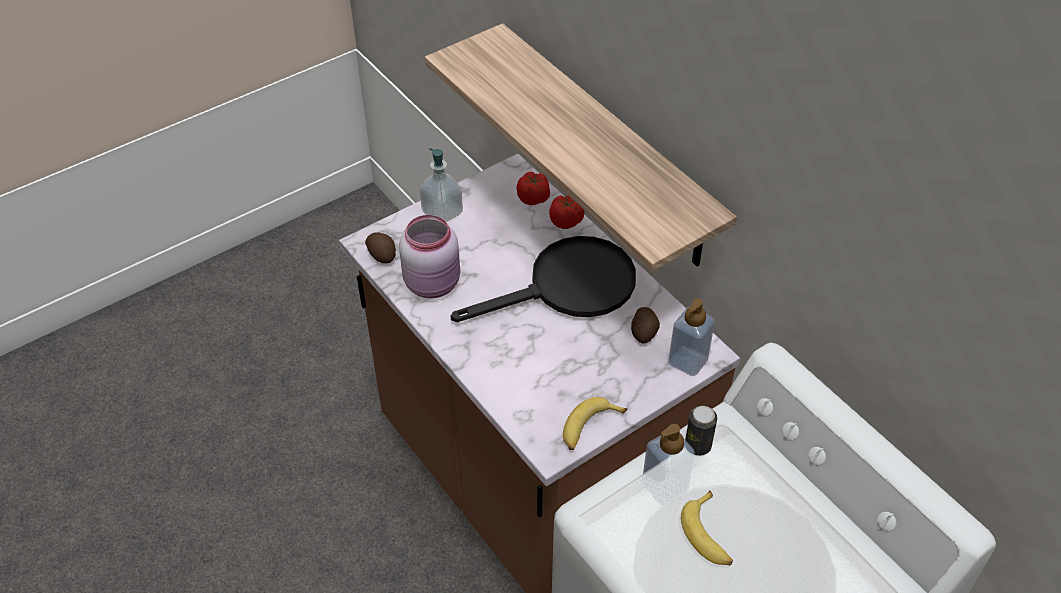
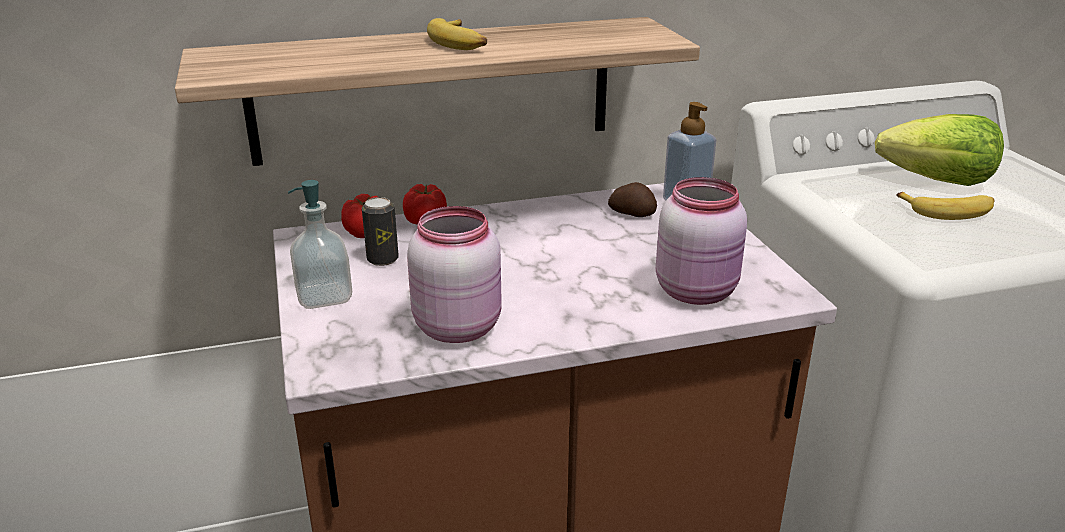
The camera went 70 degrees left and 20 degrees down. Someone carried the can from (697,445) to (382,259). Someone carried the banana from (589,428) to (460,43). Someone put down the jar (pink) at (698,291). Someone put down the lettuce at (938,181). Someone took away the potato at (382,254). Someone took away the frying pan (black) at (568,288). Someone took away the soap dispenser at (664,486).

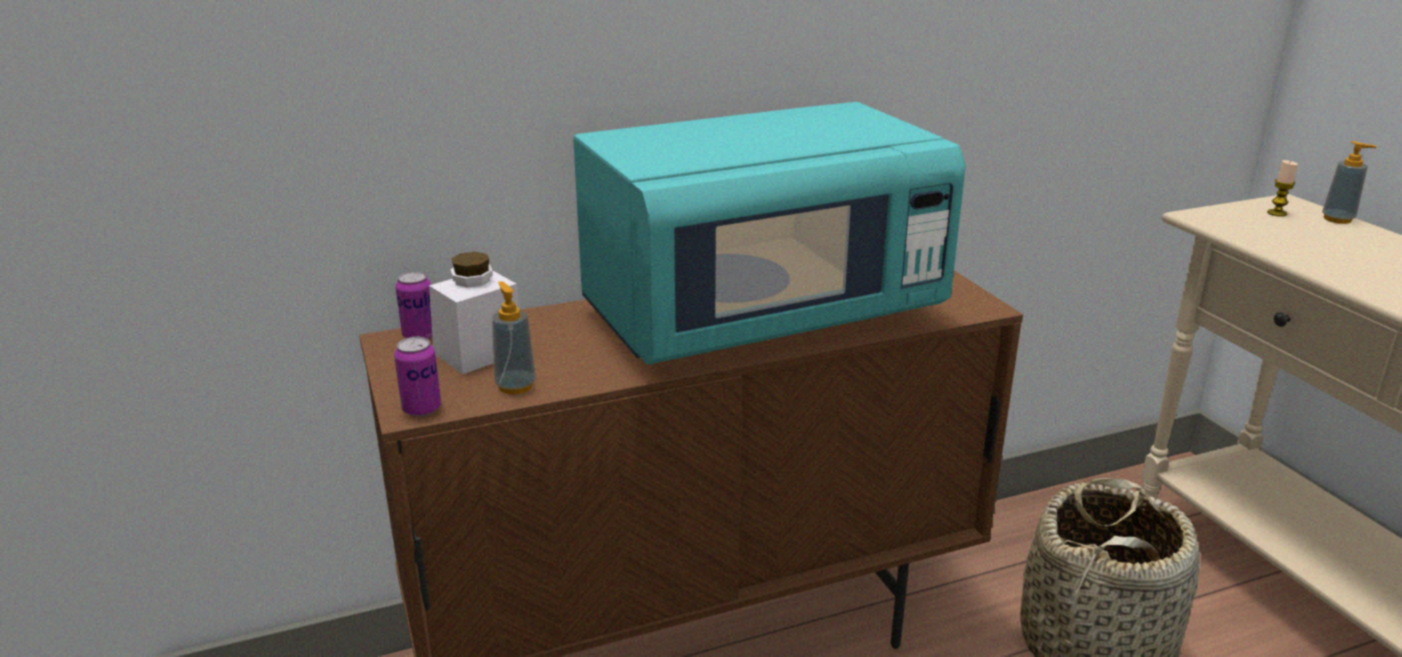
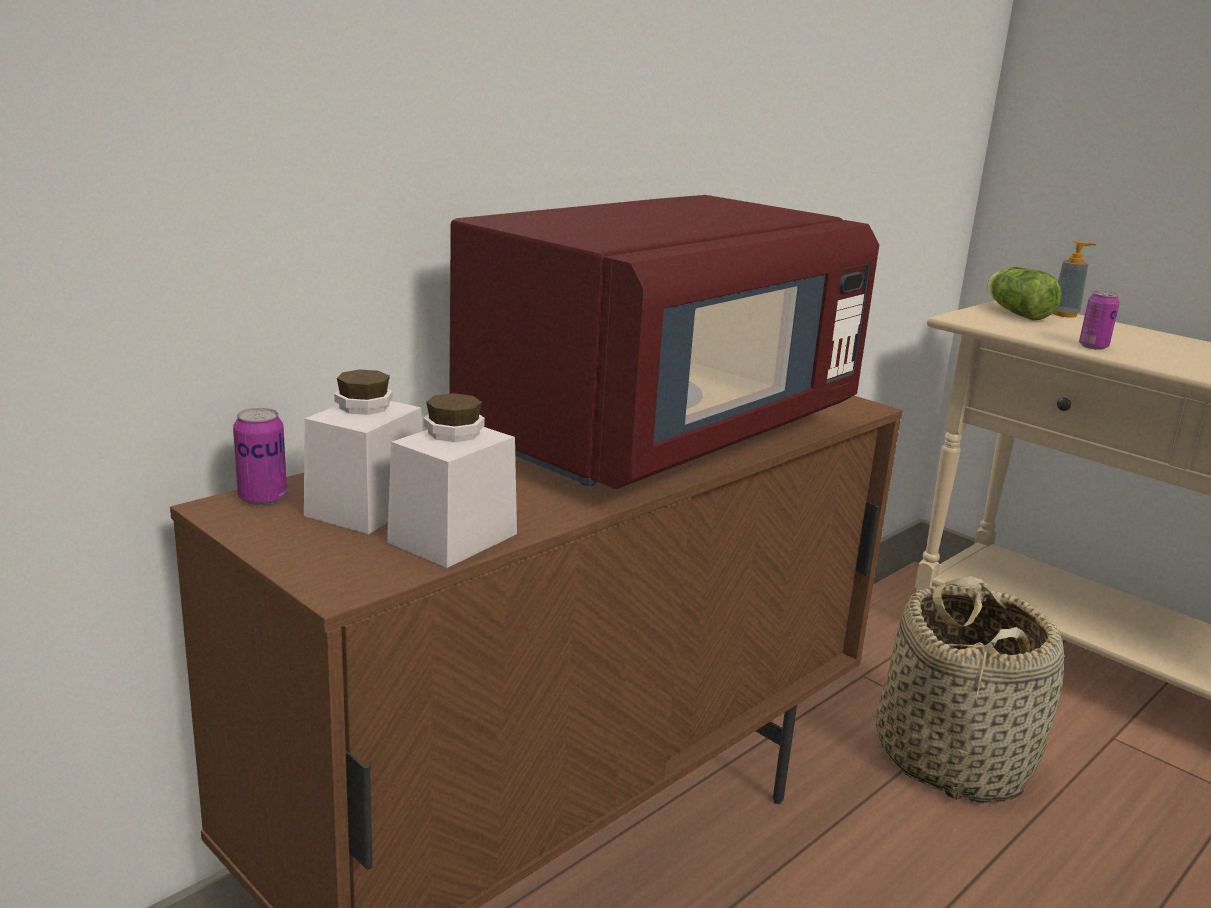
The camera went 25 degrees left and 5 degrees down. Someone swapped the soap dispenser at (515,386) for the jar (white) at (453,538). Someone repainted the microwave (turquoise) at (760,316), which became the microwave (red) at (659,435). Someone swapped the candle at (1277,213) for the lettuce at (1015,312). Someone carried the can from (422,409) to (1093,346).

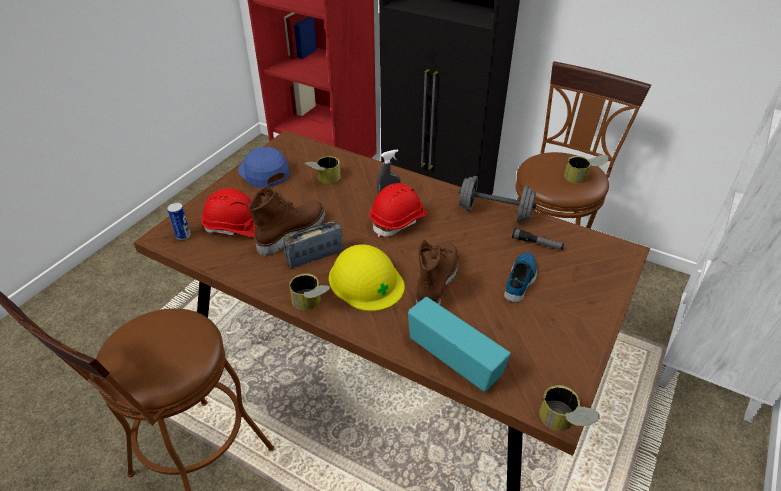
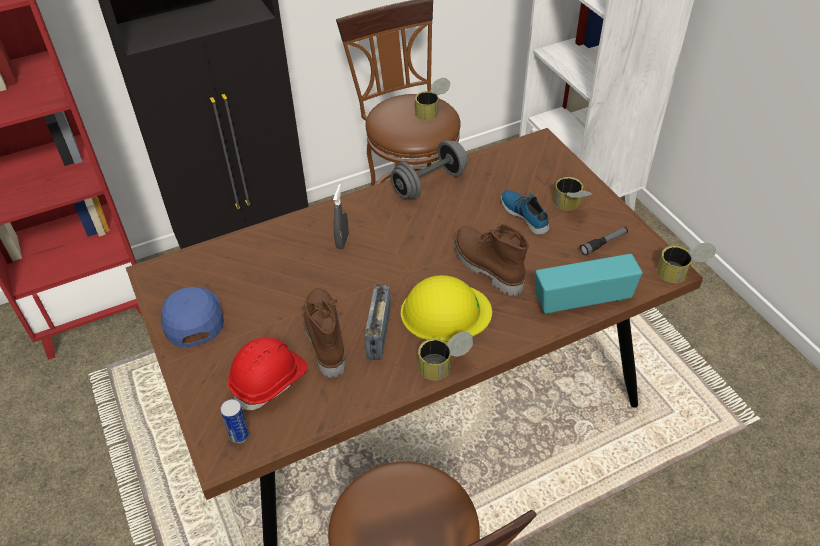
The camera went 55 degrees left and 5 degrees up. Someone rotated the cap (blue) at (264,172) by 75 degrees clockwise. Someone carried the can from (324,180) to (570,207). Someone carried the flashlight from (537,243) to (603,244). Someone took away the hard hat (red) at (398,221).

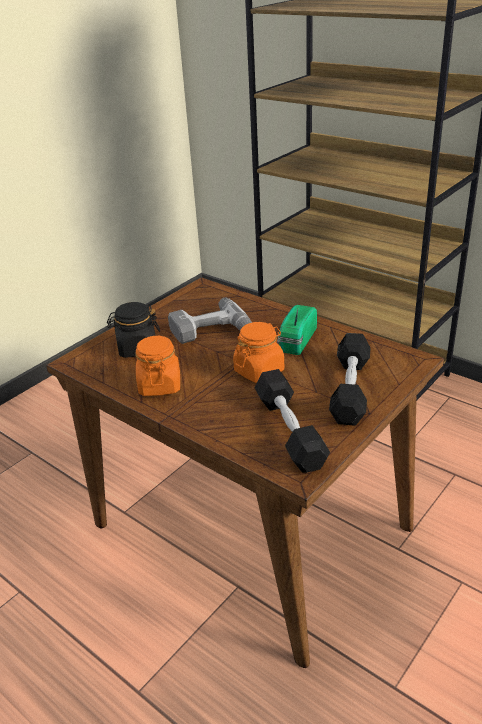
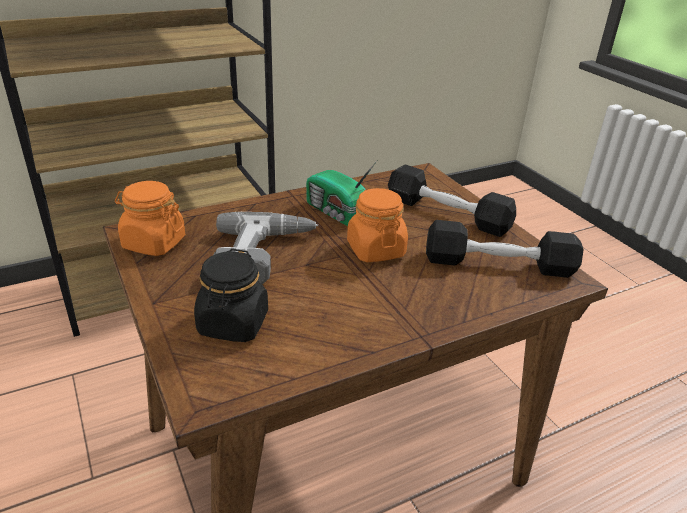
The camera went 70 degrees left and 0 degrees up. Someone carried the jar (orange) from (160,385) to (153,243).

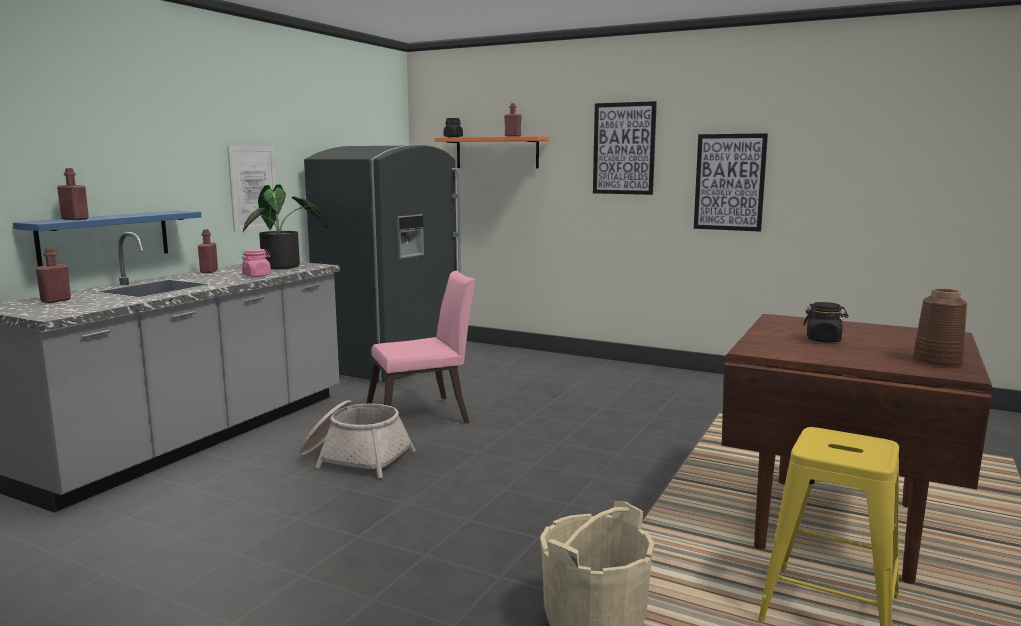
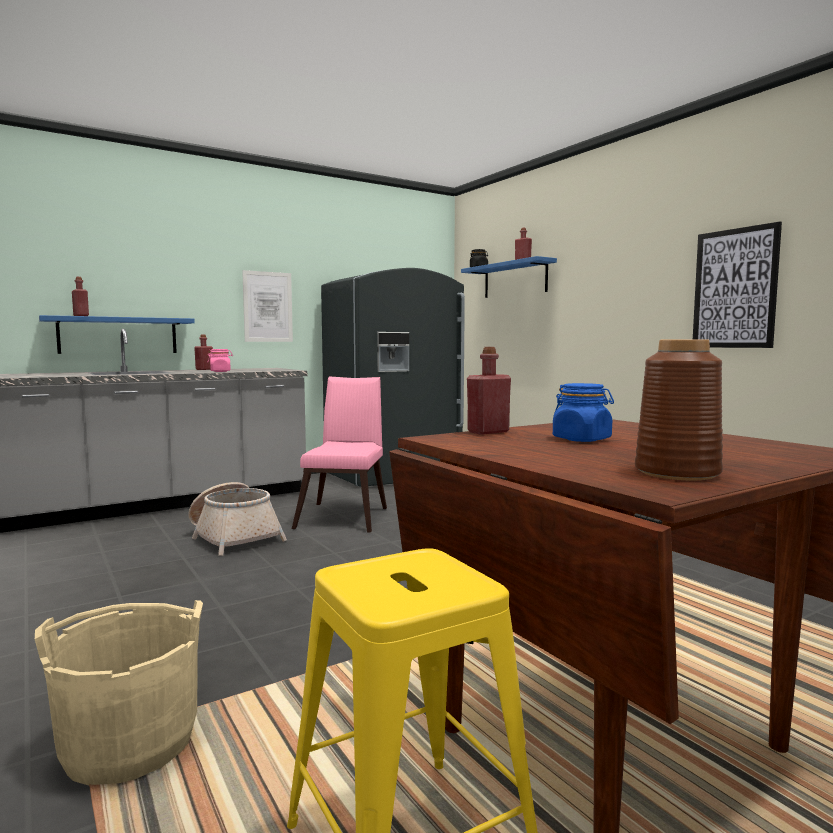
The camera went 30 degrees right and 5 degrees down. Someone rotated the chair (pink) at (424,416) by 90 degrees counterclockwise. Someone repainted the shelf (orange) at (497,152), which became the shelf (blue) at (515,279). Someone carried the bottle (red) from (56,300) to (488,432). Someone repainted the jar (black) at (823,339), which became the jar (blue) at (582,439). Someone took away the potted plant at (285,267). Someone took away the picture at (624,148).

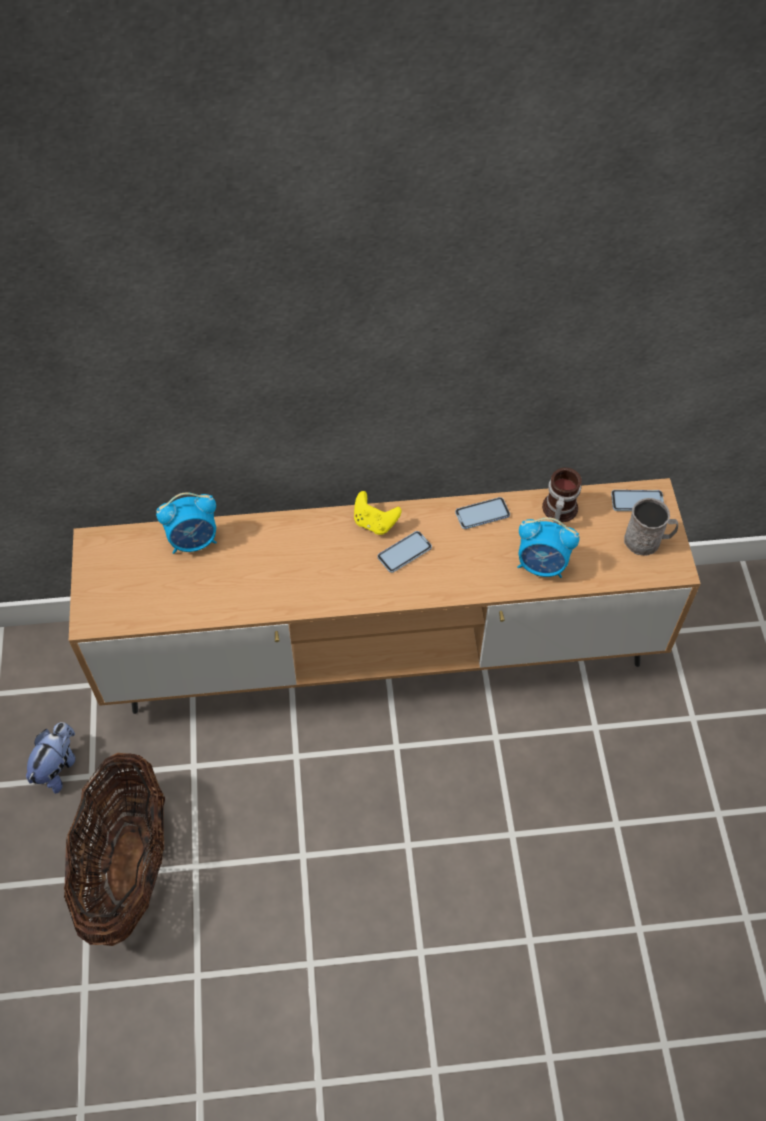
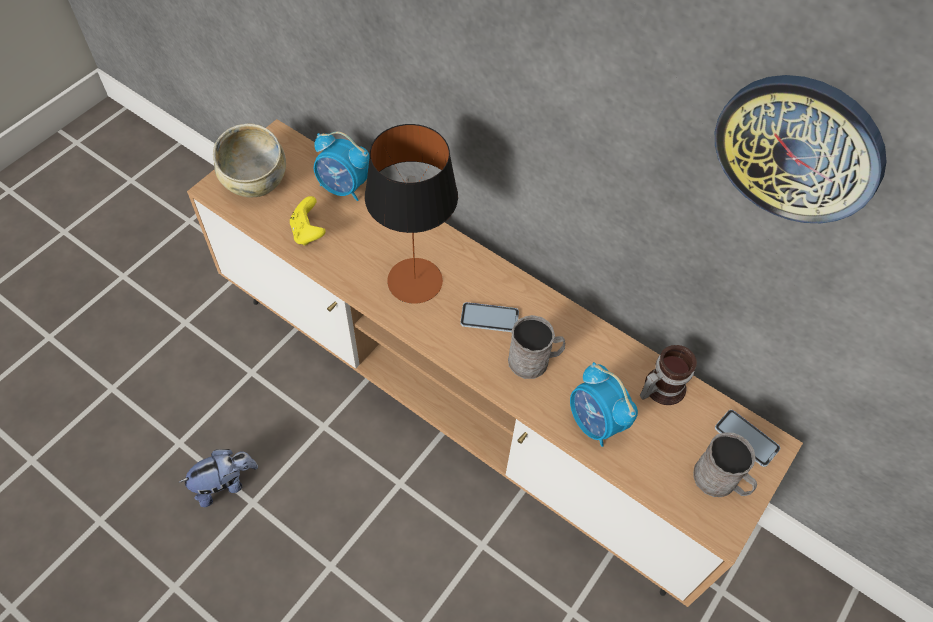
The camera went 40 degrees right and 0 degrees up. Someone carried the plush toy from (58,766) to (225,484). Someone put down the bowl (beige) at (255,182). Someone carried the game controller (yellow) from (375,523) to (308,232). Someone put down the table lamp at (414,281). Someone put down the mug (grey) at (534,361). Someone put up the wall clock at (798,149). Someone took away the basket at (127,866). Someone took away the phone at (482,514).

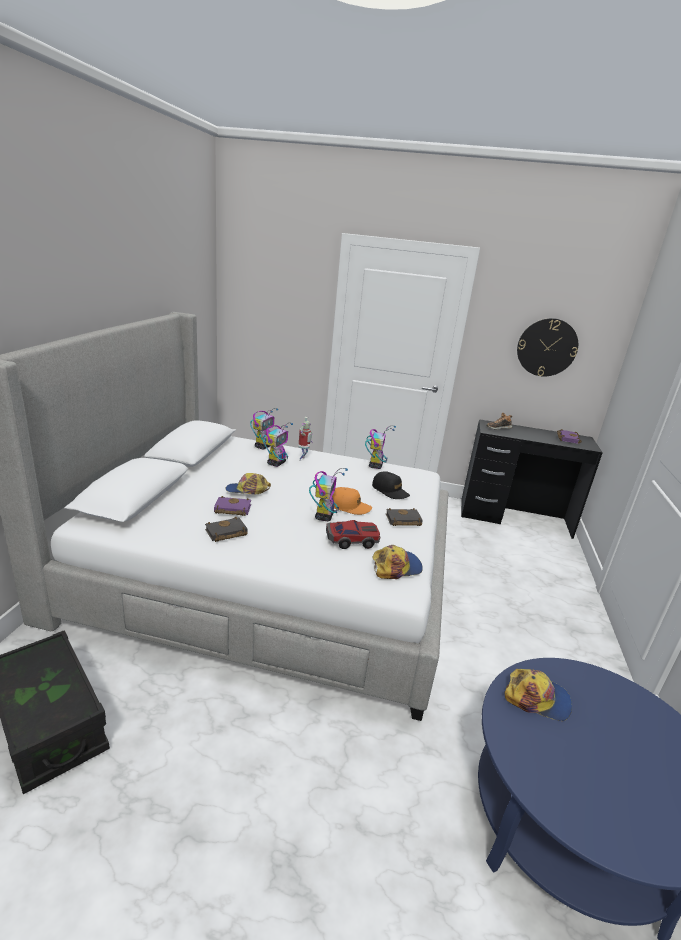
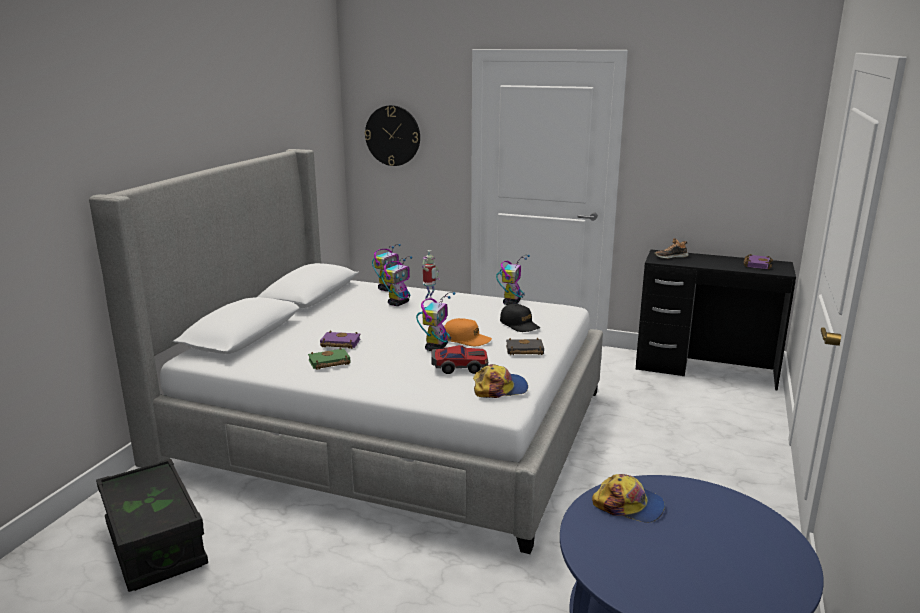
The camera went 10 degrees right and 5 degrees down. Someone repainted the book (black) at (225,533), which became the book (green) at (328,363). Someone carried the wall clock from (547,347) to (392,135). Someone took away the cap at (247,490).

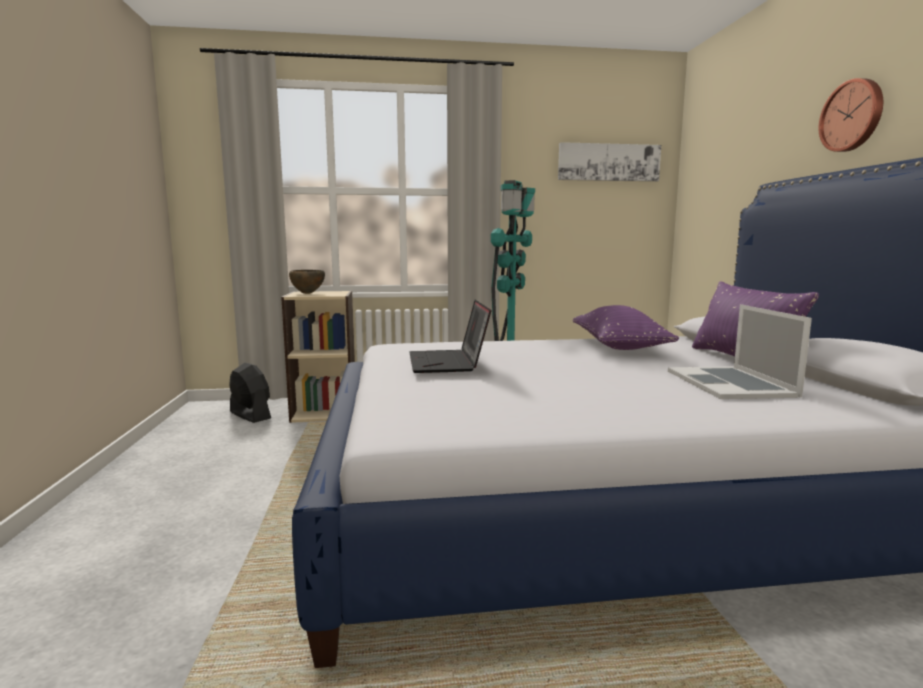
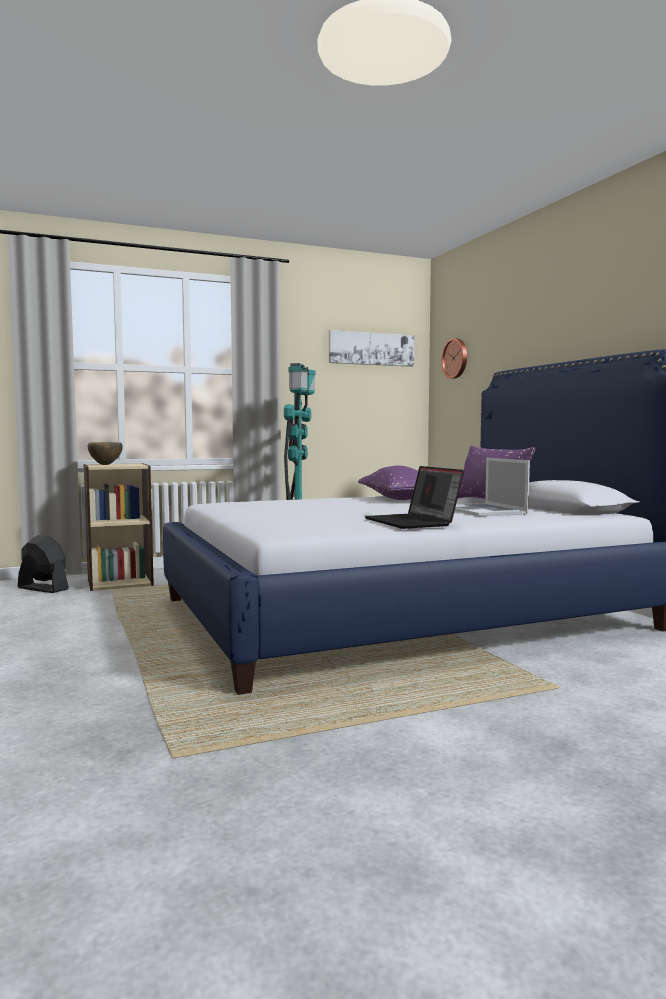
The camera went 15 degrees left and 5 degrees down. Someone carried the laptop from (448,363) to (413,522). Someone carried the wall clock from (852,116) to (456,358).

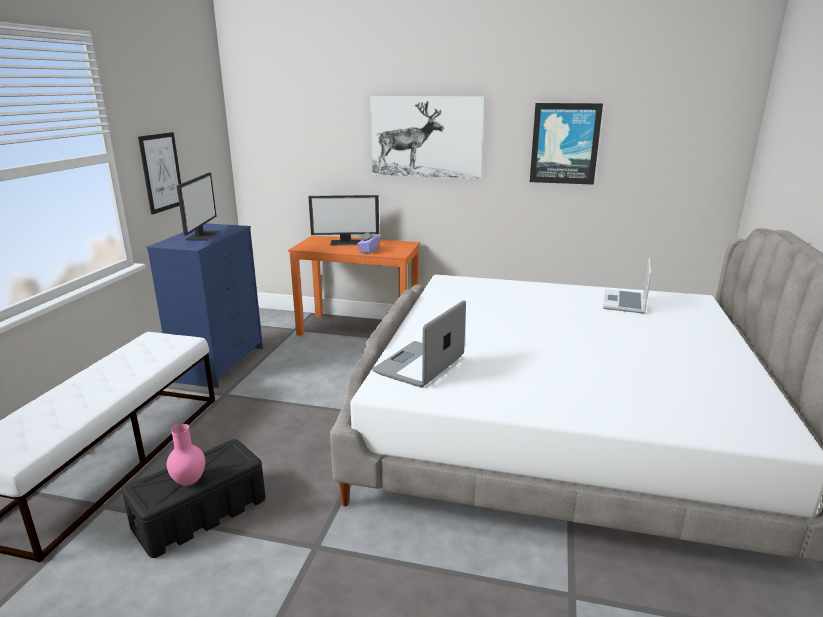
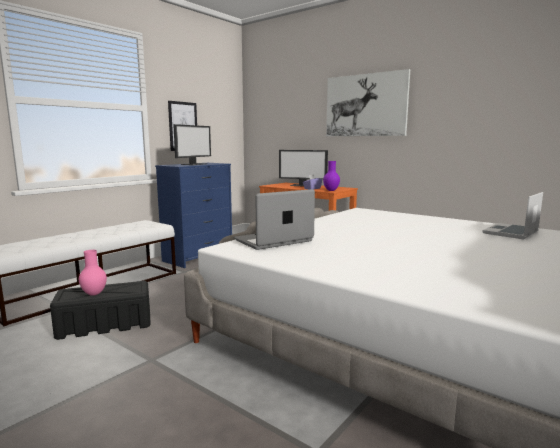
The camera went 25 degrees right and 10 degrees down. Someone put down the vase (purple) at (330,190). Someone took away the picture at (564,143).

